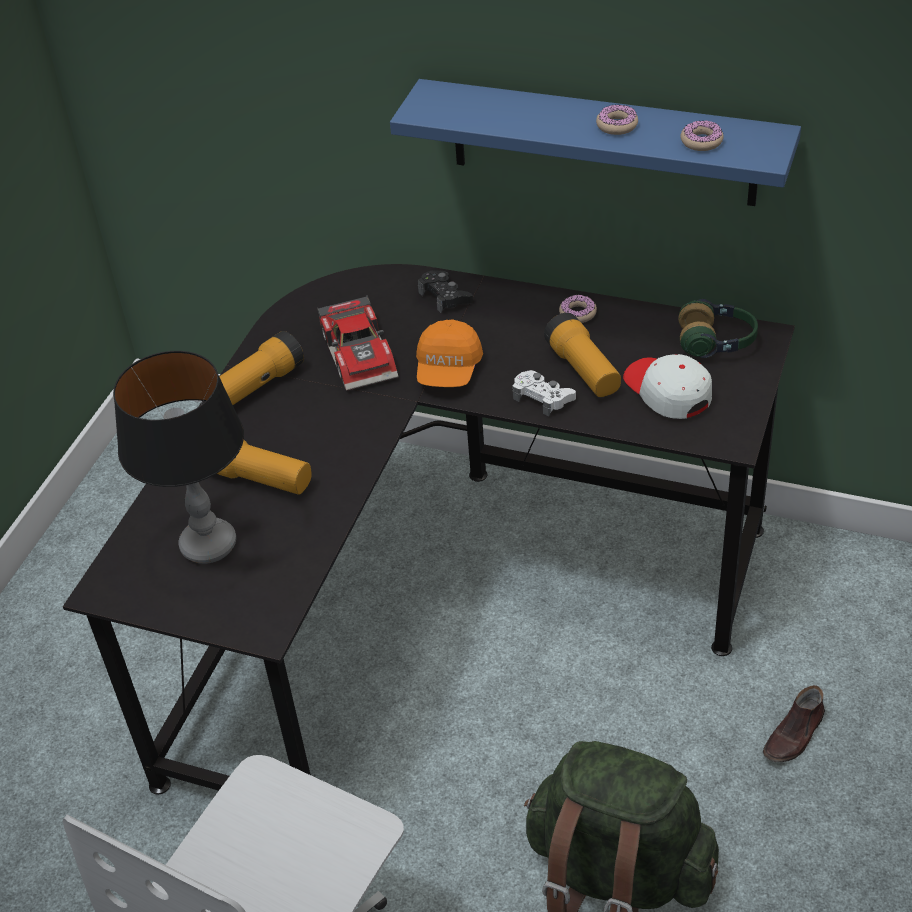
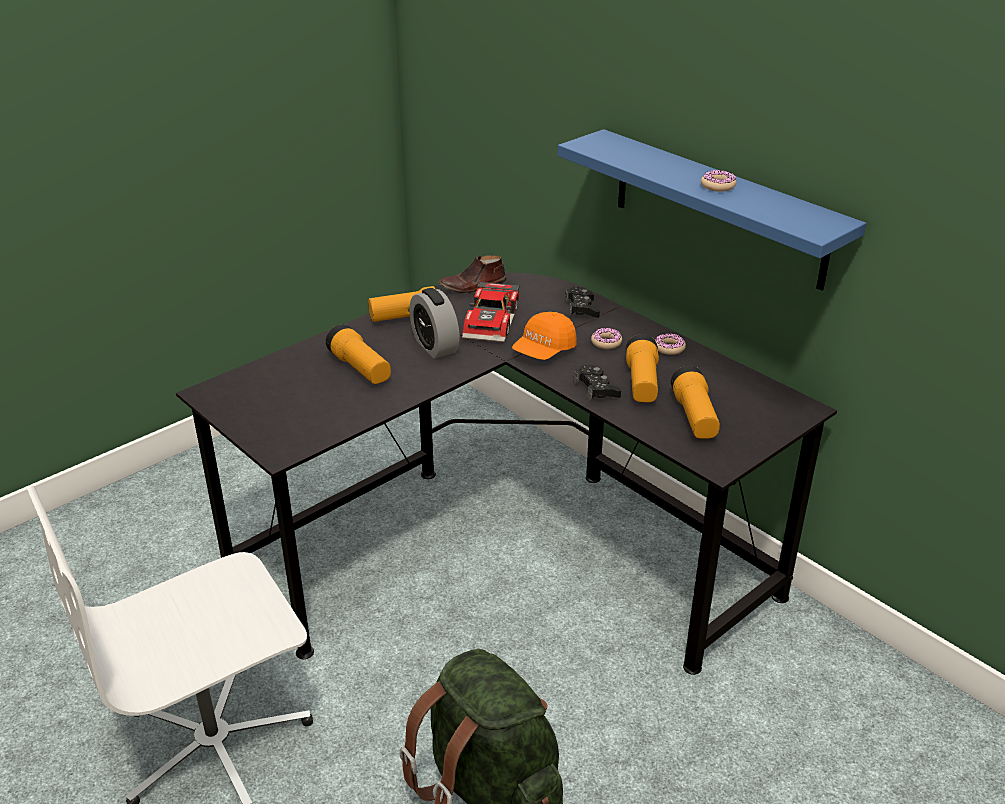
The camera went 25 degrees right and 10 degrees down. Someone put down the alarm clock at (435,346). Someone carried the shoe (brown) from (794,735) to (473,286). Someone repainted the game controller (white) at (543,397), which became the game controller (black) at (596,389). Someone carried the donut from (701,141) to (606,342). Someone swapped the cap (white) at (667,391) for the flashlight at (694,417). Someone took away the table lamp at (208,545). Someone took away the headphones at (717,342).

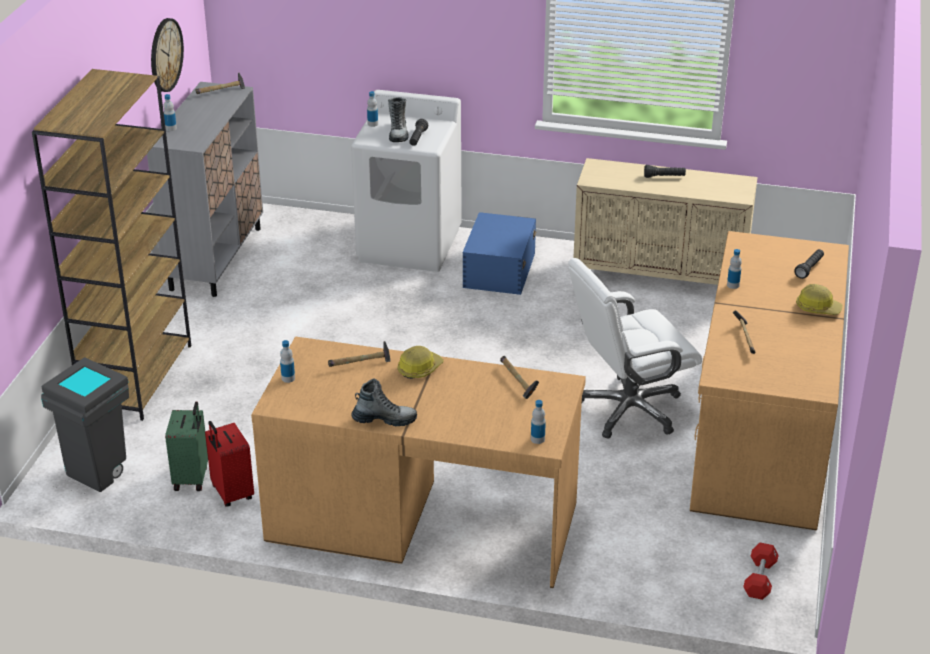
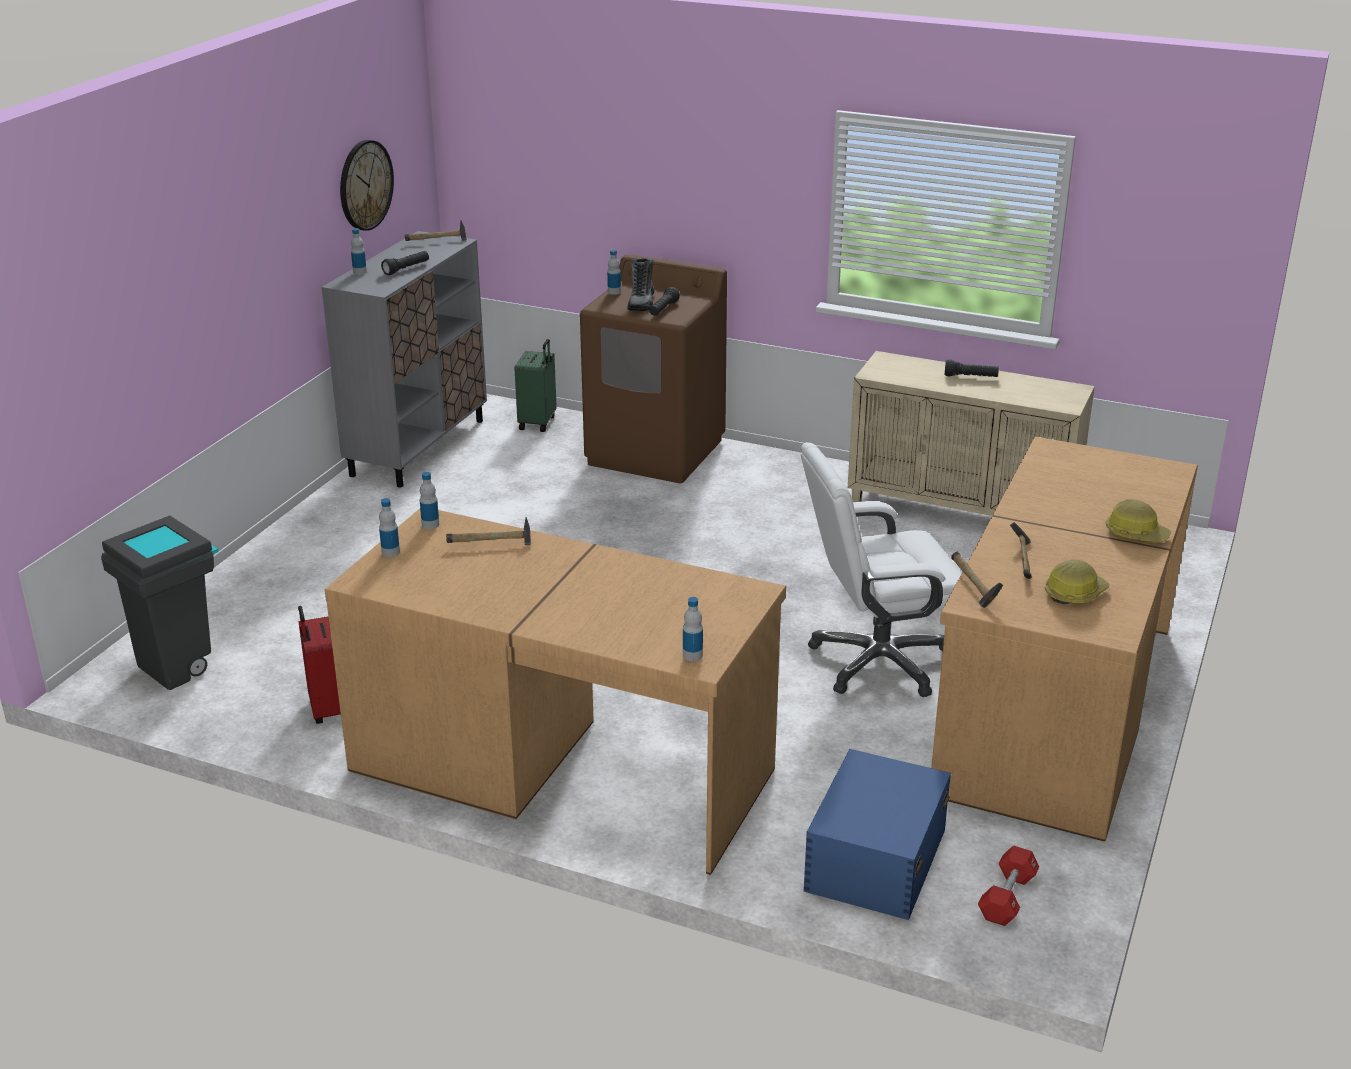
The camera went 10 degrees right and 5 degrees down. Someone carried the flashlight (black) from (809,269) to (406,269). Someone carried the bottle from (733,285) to (430,525). Someone carried the suitcase (green) from (192,478) to (538,423). Someone repainted the washing machine (white) at (410,245), which became the washing machine (brown) at (656,452). Someone carried the storage box (blue) from (498,270) to (874,861). Someone carried the hammer from (517,382) to (972,587). Someone carried the hard hat from (419,369) to (1074,593). Someone took away the bookcase (brown) at (136,377). Someone took away the boot at (384,419).

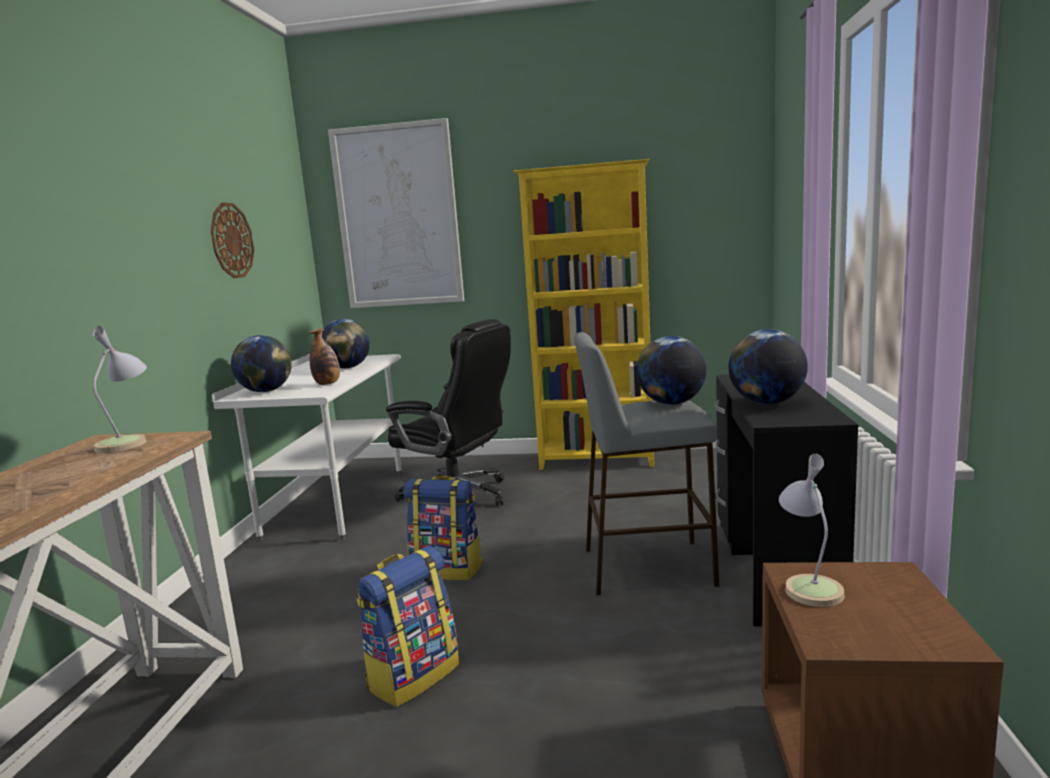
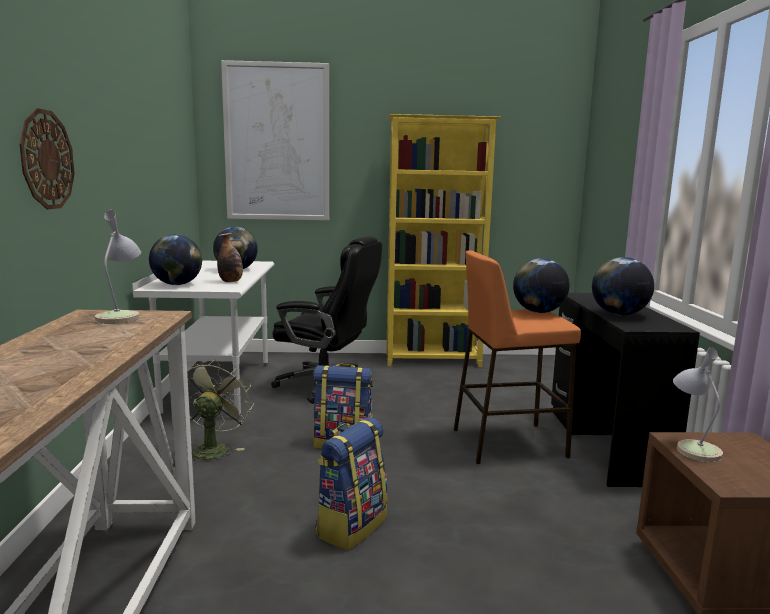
The camera went 10 degrees left and 0 degrees up. Someone carried the wall clock from (231,240) to (47,160). Someone put down the fan (green) at (213,449). Someone repainted the stool (grey) at (646,567), which became the stool (orange) at (507,443).

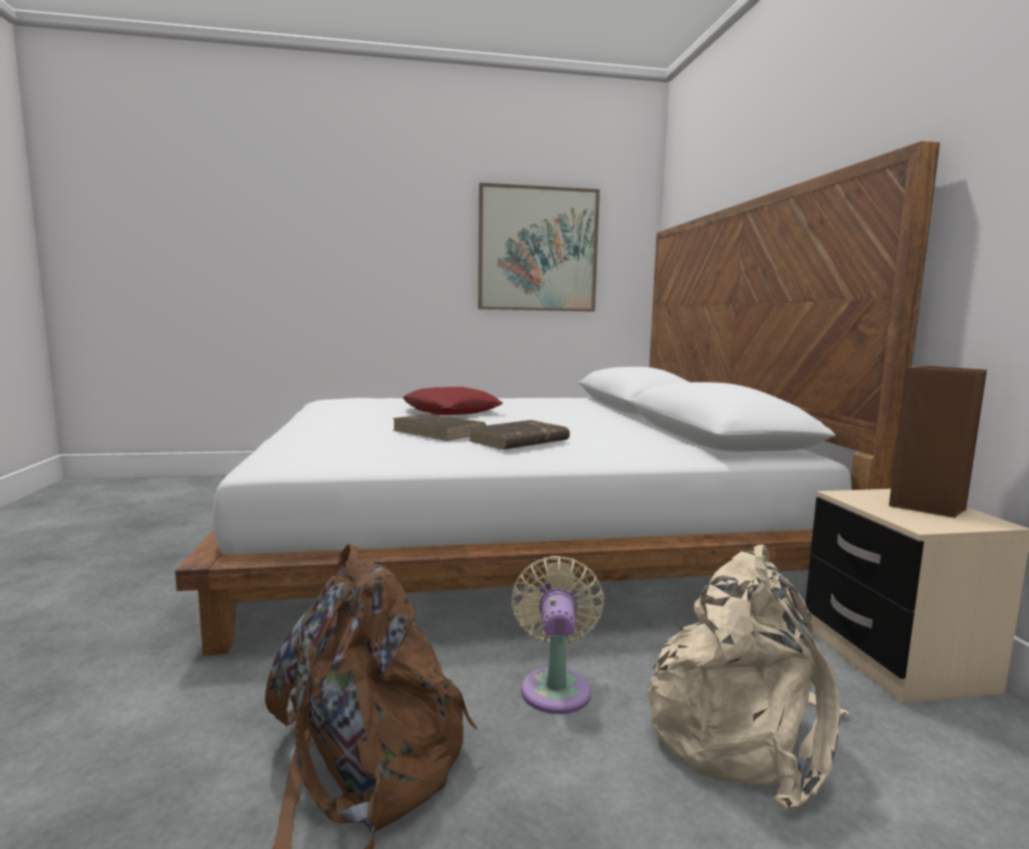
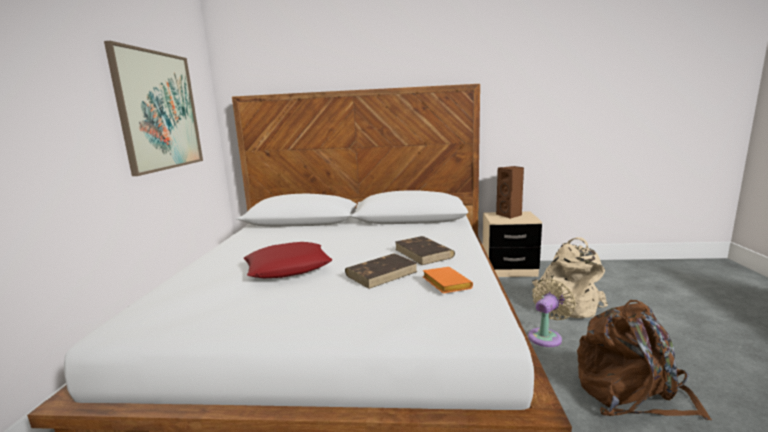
The camera went 75 degrees left and 5 degrees up. Someone put down the book (orange) at (444,284). Someone rotated the fan (beige) at (556,686) by 120 degrees clockwise.

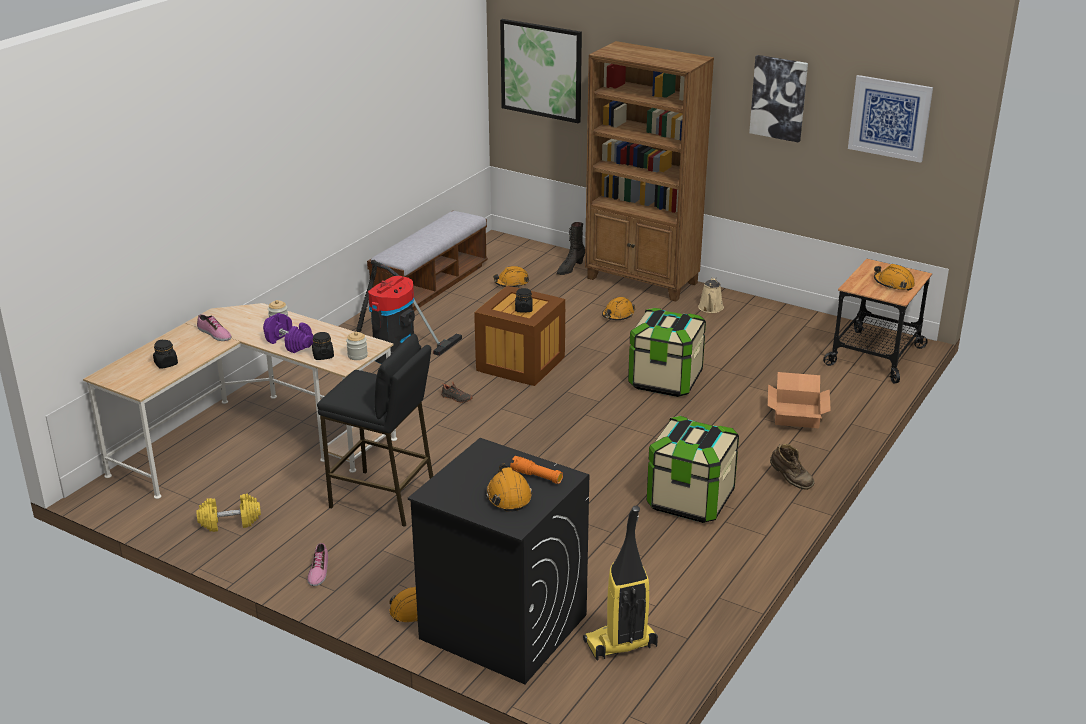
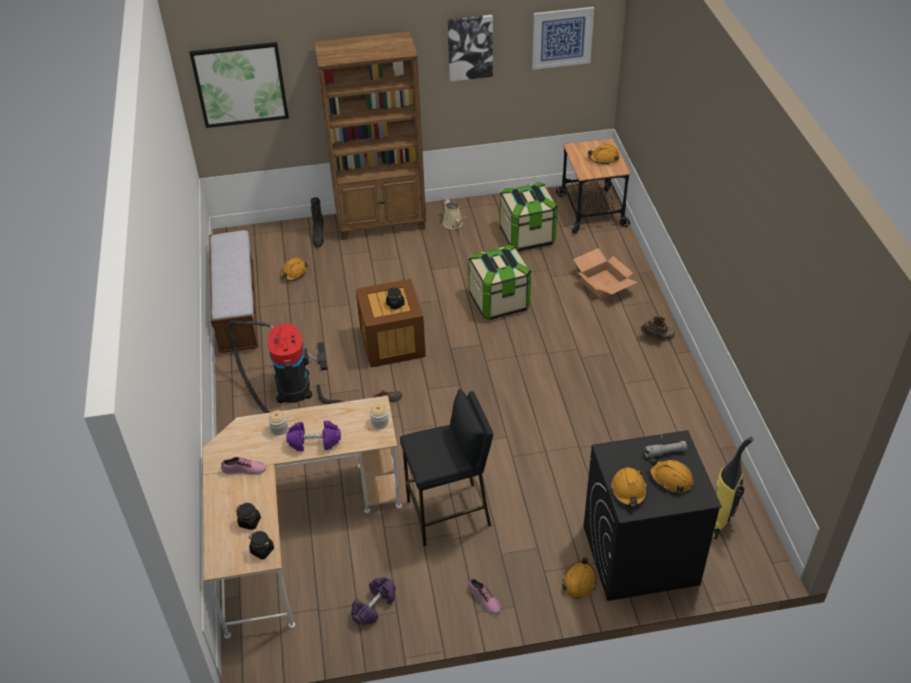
The camera went 40 degrees left and 15 degrees up. Someone carried the jar (black) from (323,356) to (262,550). Someone repainted the dumbbell (yellow) at (230,522), which became the dumbbell (purple) at (374,607). Someone carried the storage box from (690,500) to (527,236). Someone carried the hard hat (orange) from (618,315) to (628,491). Someone repainted the flashlight (orange) at (536,476), which became the flashlight (grey) at (665,452).

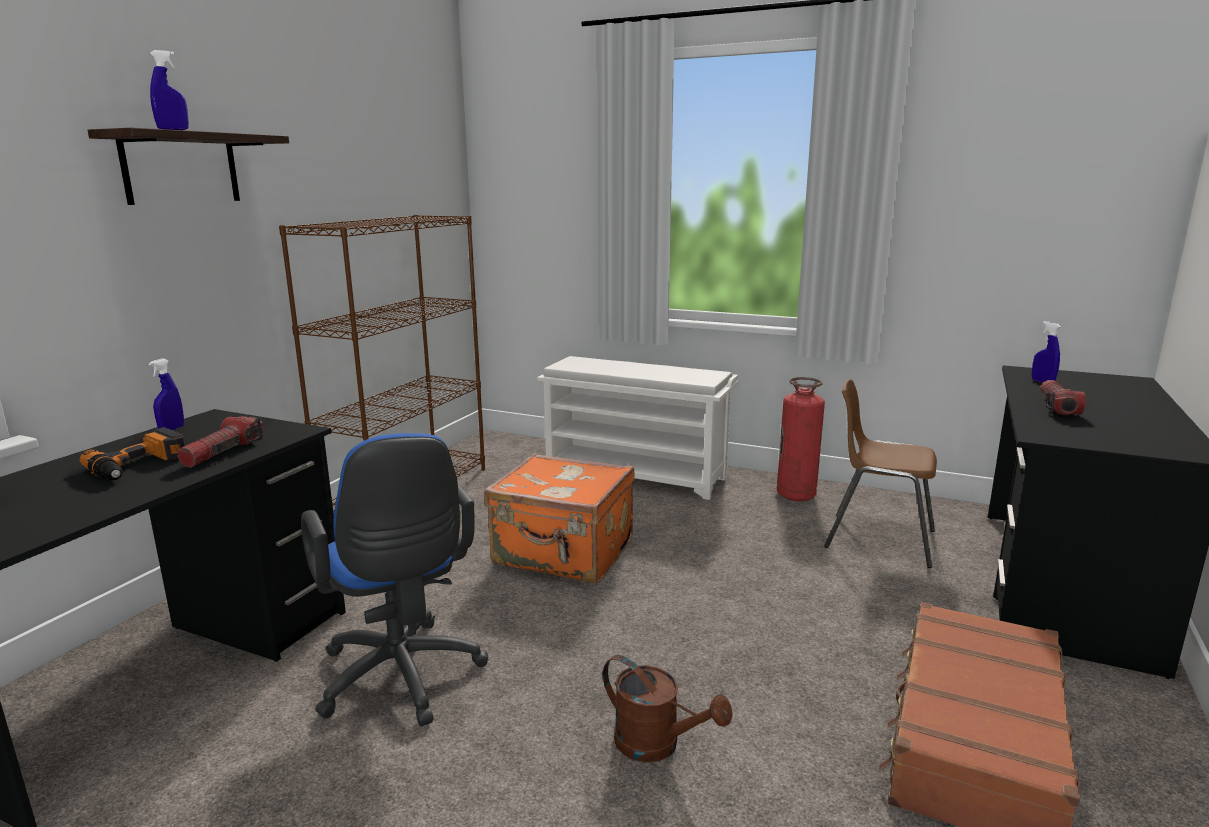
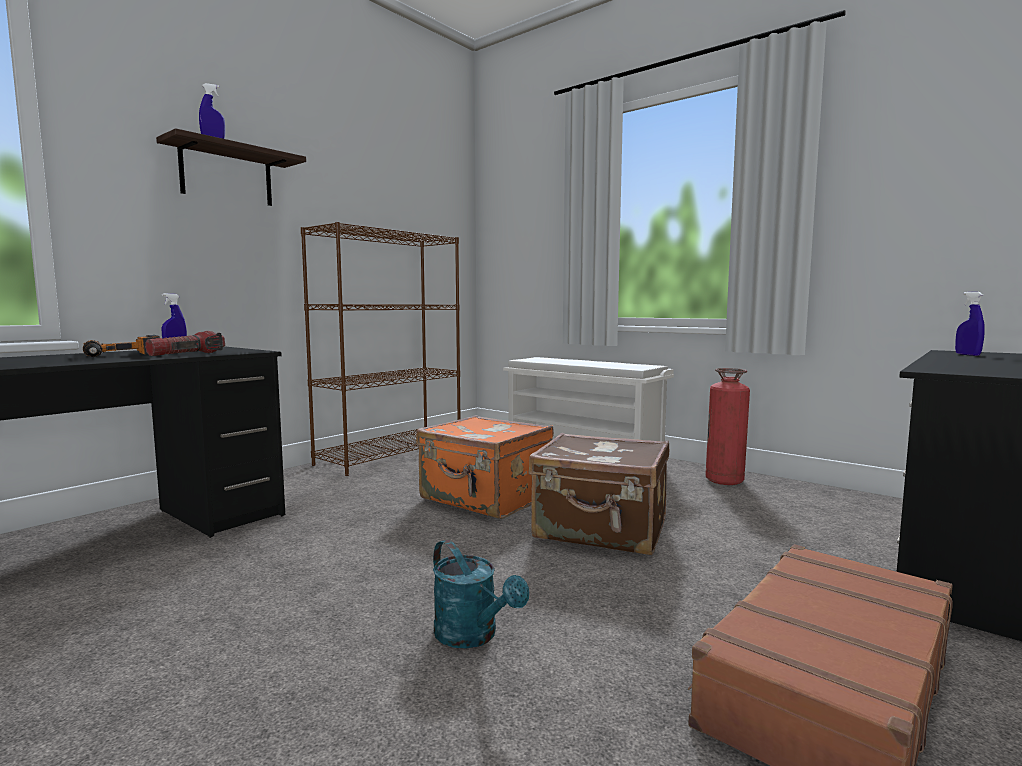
The camera went 15 degrees right and 10 degrees down. Someone repainted the watering can (brown) at (657,745), which became the watering can (turquoise) at (473,636). Someone put down the suitcase (brown) at (601,530). Someone took away the office chair (blue) at (402,680). Someone took away the chair (brown) at (879,539). Someone took away the flashlight at (1057,407).

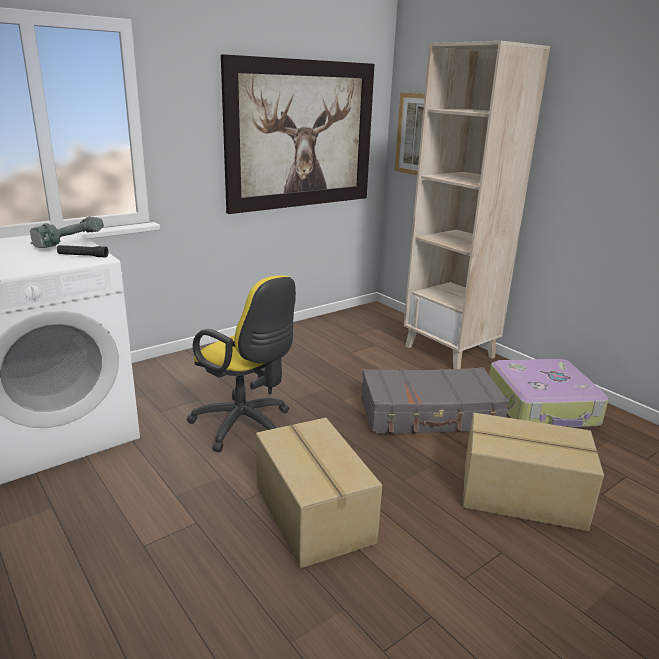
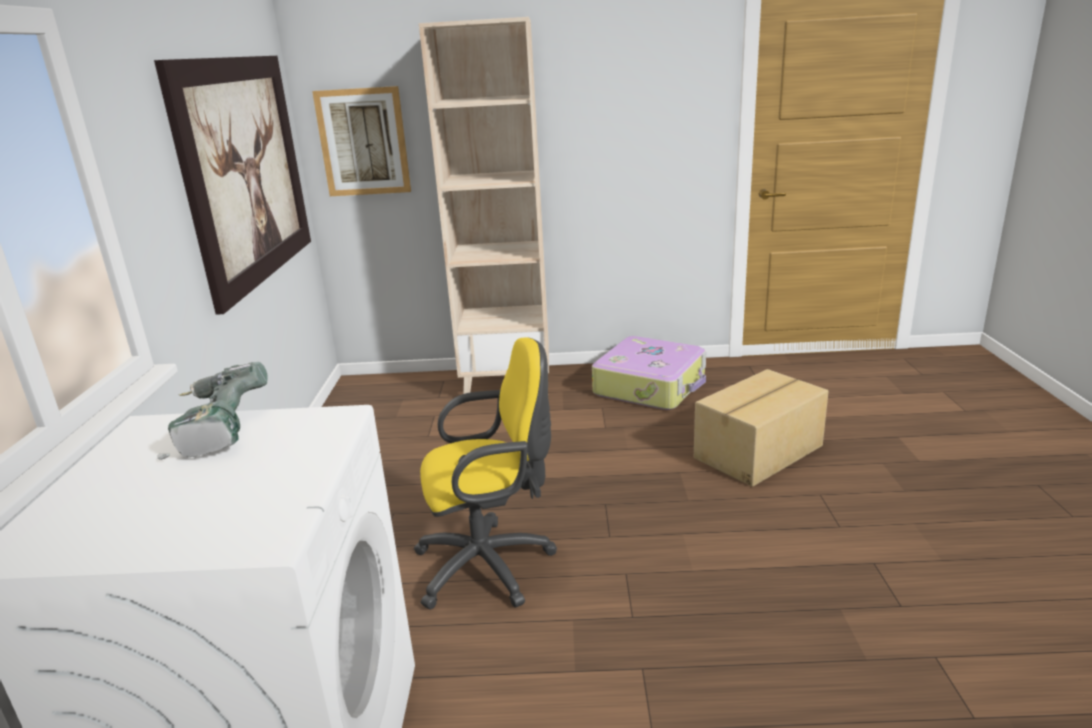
The camera went 50 degrees left and 0 degrees up. Someone took away the flashlight (black) at (83,256). Someone took away the cardboard box at (312,514). Someone took away the suitcase (grey) at (430,415).

